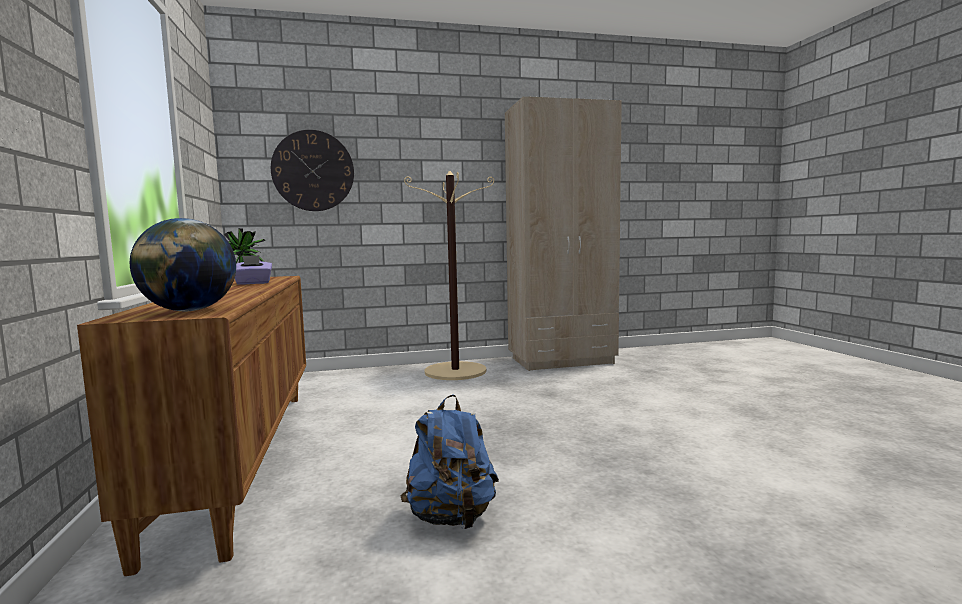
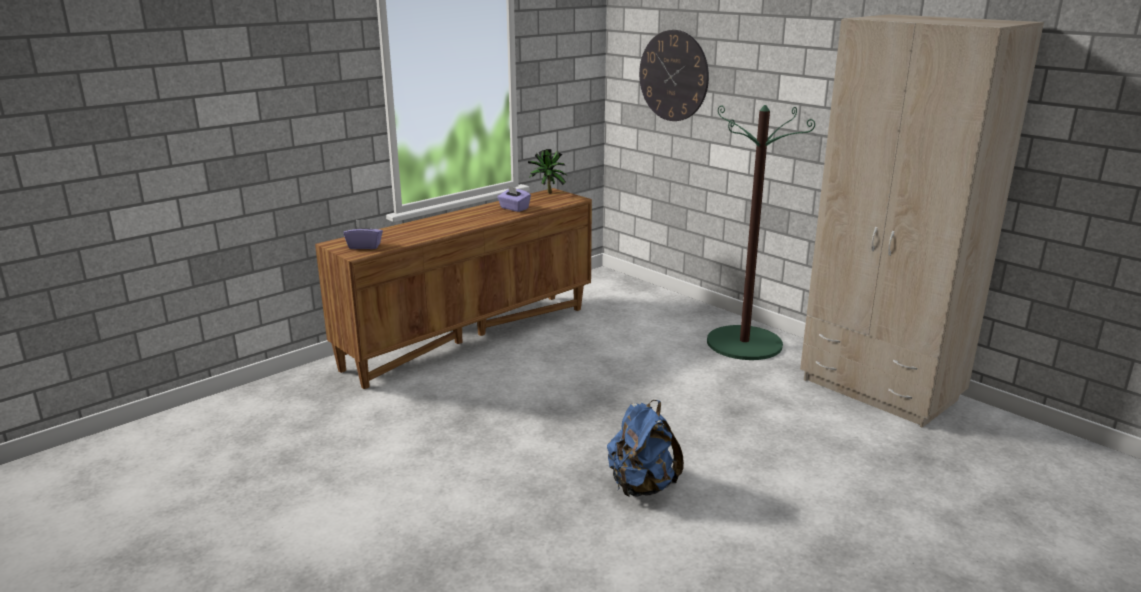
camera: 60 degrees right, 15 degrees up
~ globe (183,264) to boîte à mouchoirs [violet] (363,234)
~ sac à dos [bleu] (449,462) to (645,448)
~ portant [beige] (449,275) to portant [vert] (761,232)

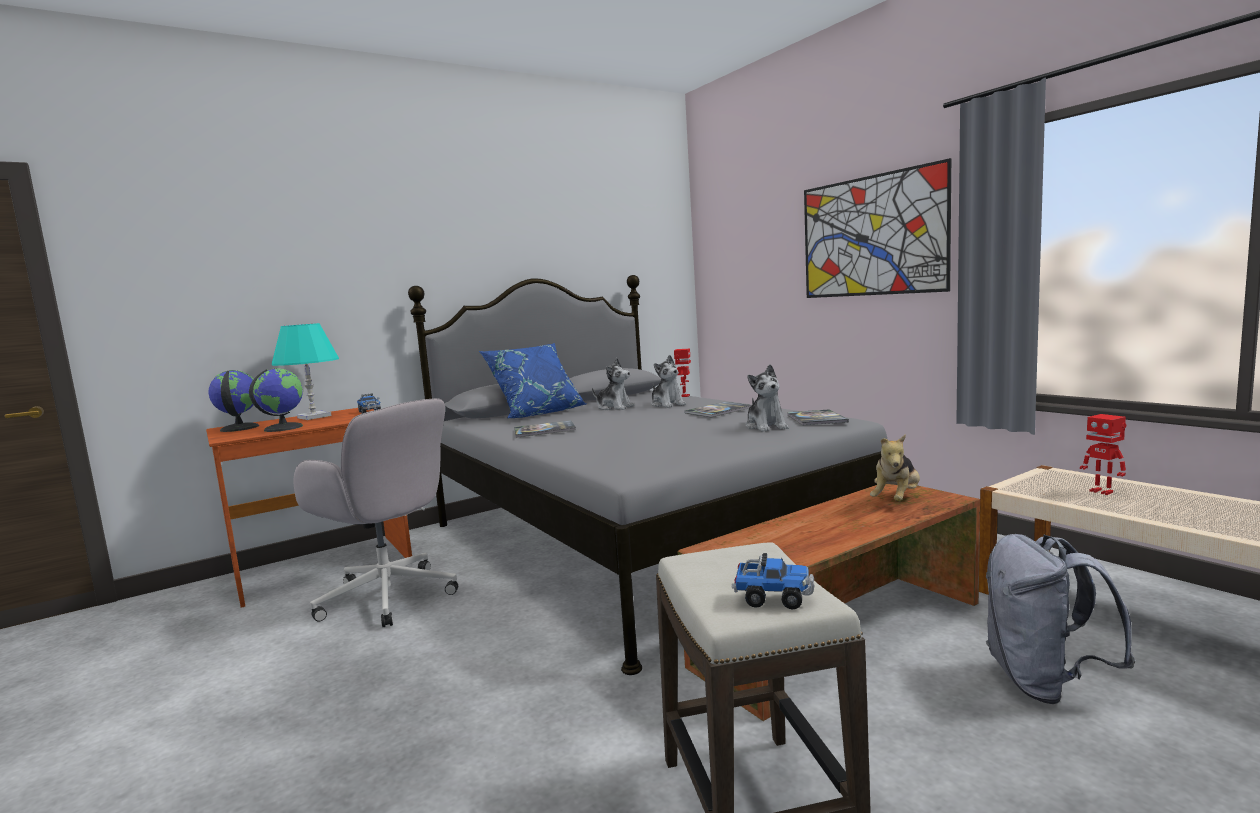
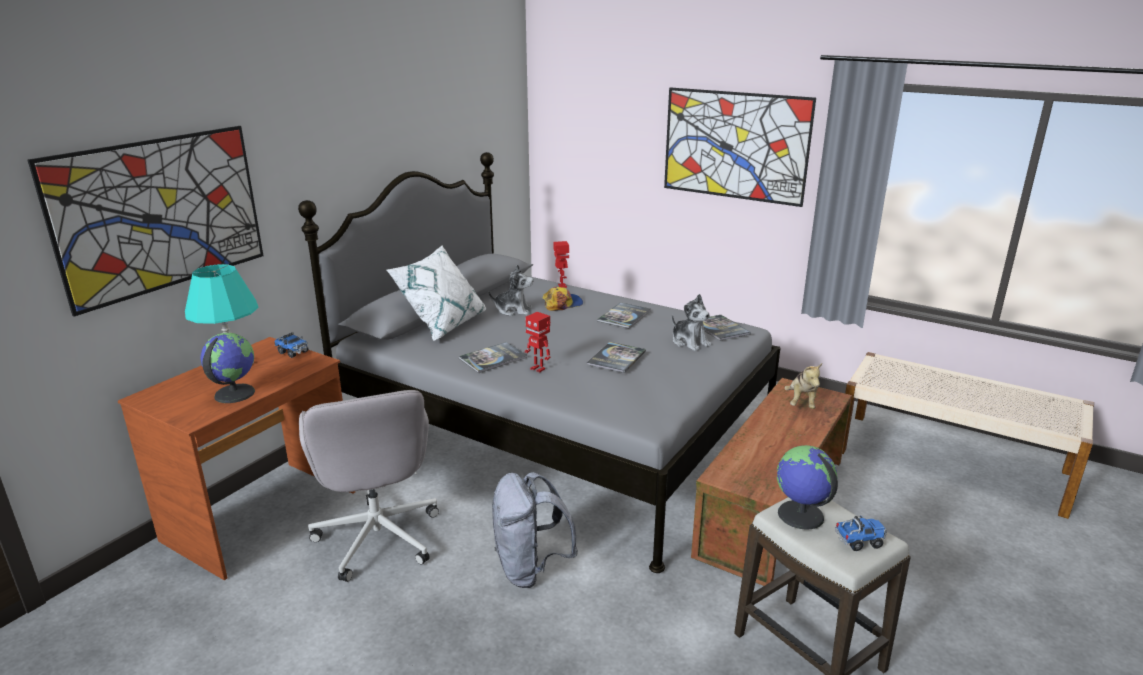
camera: 25 degrees left, 15 degrees up
+ tableau (145,221)
~ chaise de bureau [gris] (376,512) = (369,486) 60 degrees clockwise
~ coussin [bleu] (532,380) to coussin [blanc] (436,293)
~ sac à dos [gris] (1060,619) to (535,530)
~ robot jouet (1103,454) to (537,342)
~ peluche (668,381) to casquette (563,299)
+ livre (616,357)
~ globe (233,401) to (807,487)

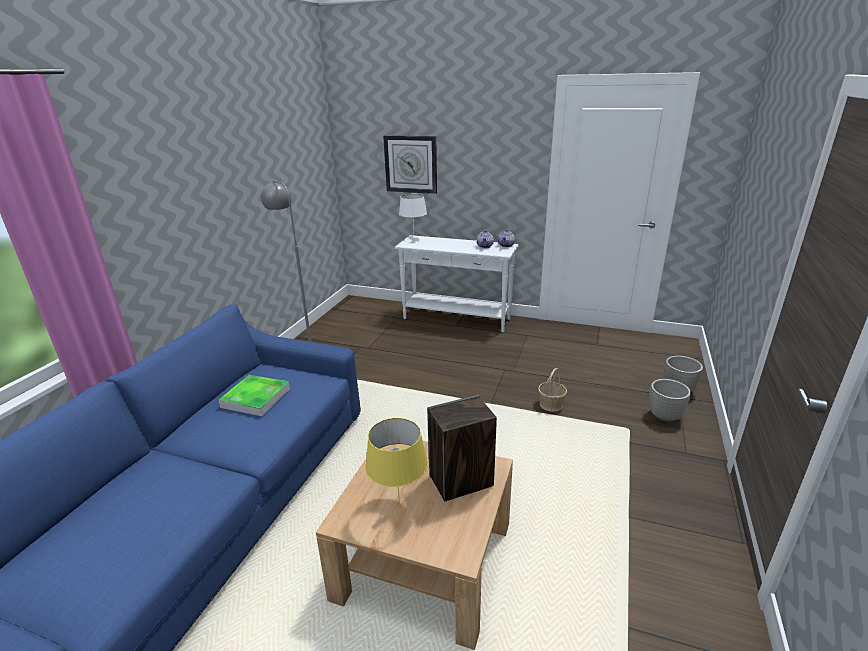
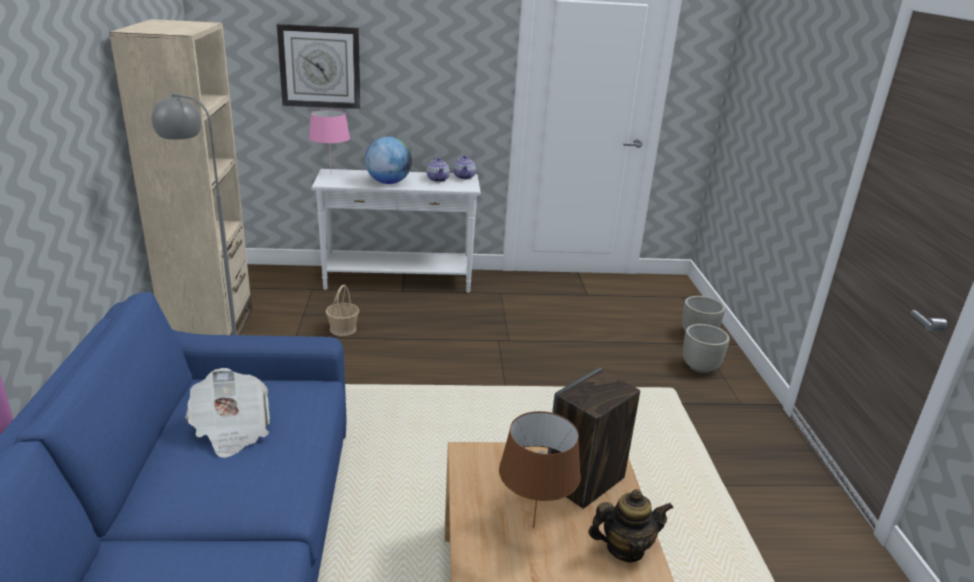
camera: 25 degrees left, 0 degrees up
+ bibliothèque [beige] (180,177)
~ plateau (254,395) to journal (228,413)
~ lampe de table [blanc] (413,213) to lampe de table [rose] (329,139)
~ panier (552,390) to (342,310)
+ globe (388,160)
~ lampe de table [jaune] (396,462) to lampe de table [marron] (540,469)
+ théière (630,525)

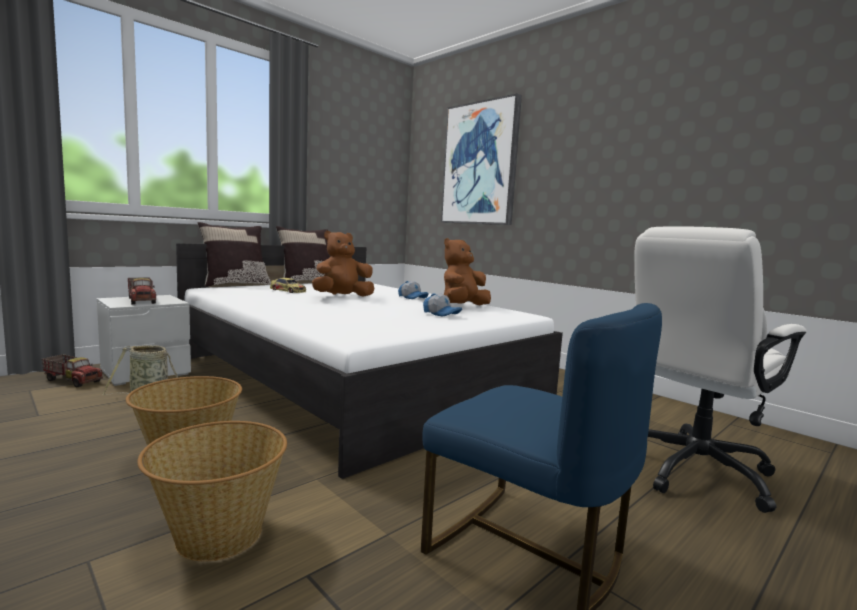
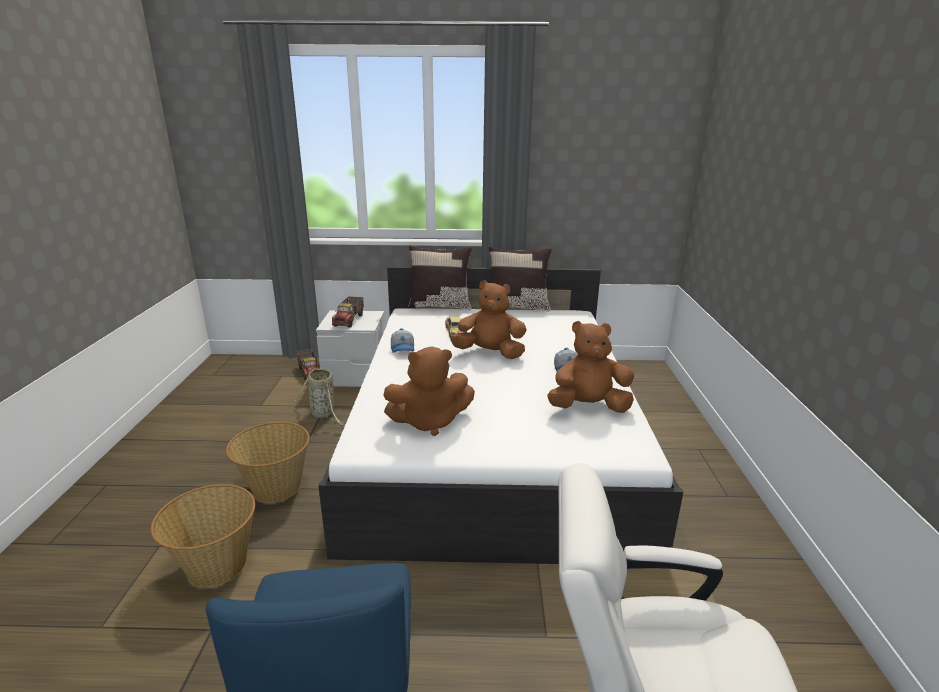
camera: 45 degrees right, 15 degrees up
+ peluche [marron] (429,391)
~ casquette (442,304) to (402,340)
- tableau (481,159)

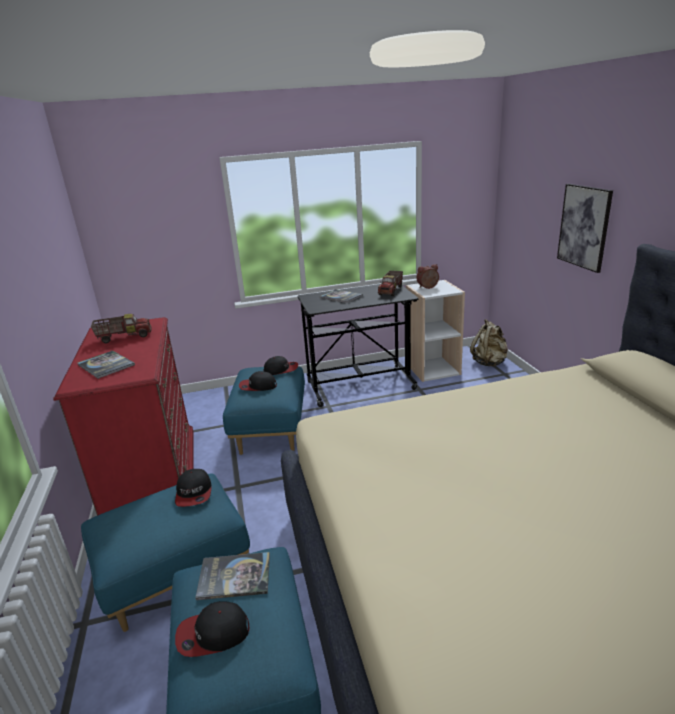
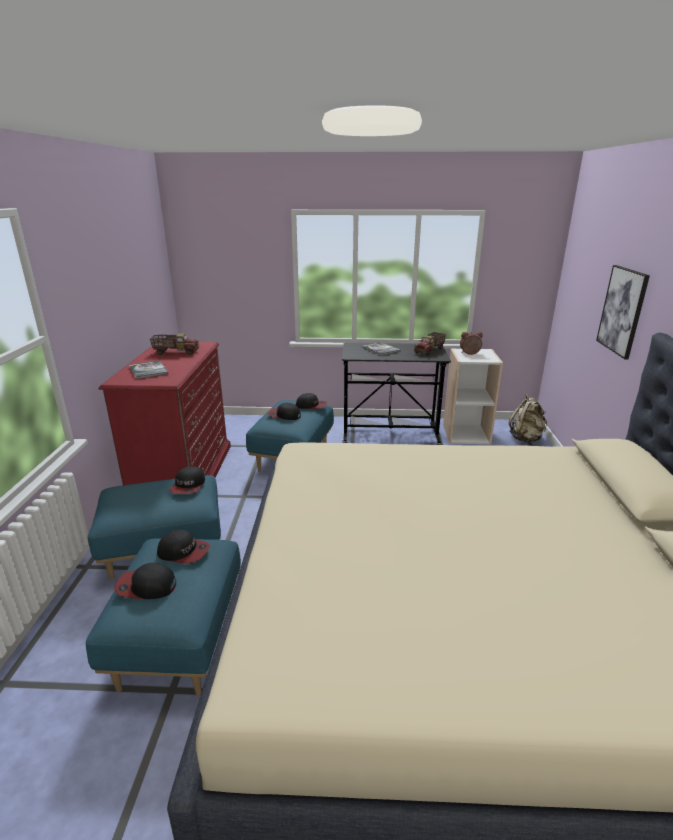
camera: 15 degrees right, 0 degrees up
~ livre (232,576) to casquette (183,546)

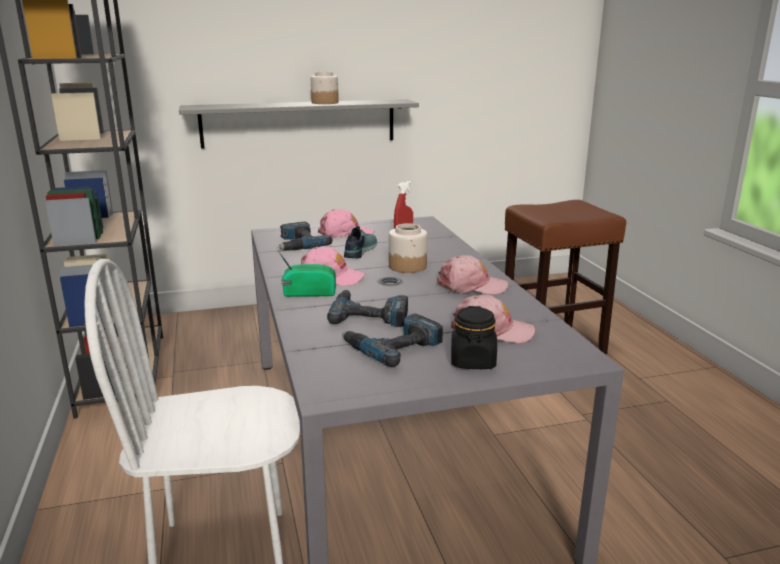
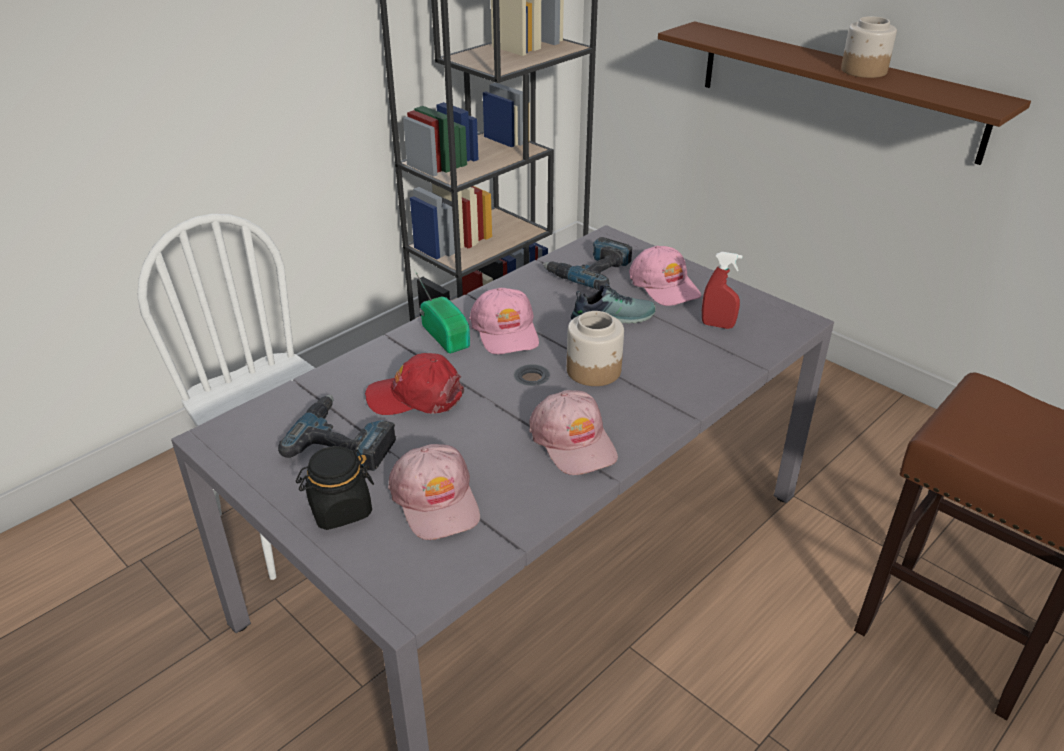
camera: 60 degrees right, 15 degrees up
~ perceuse (367,308) to casquette [rouge] (414,384)
~ étagère [gris] (299,124) to étagère [marron] (844,93)

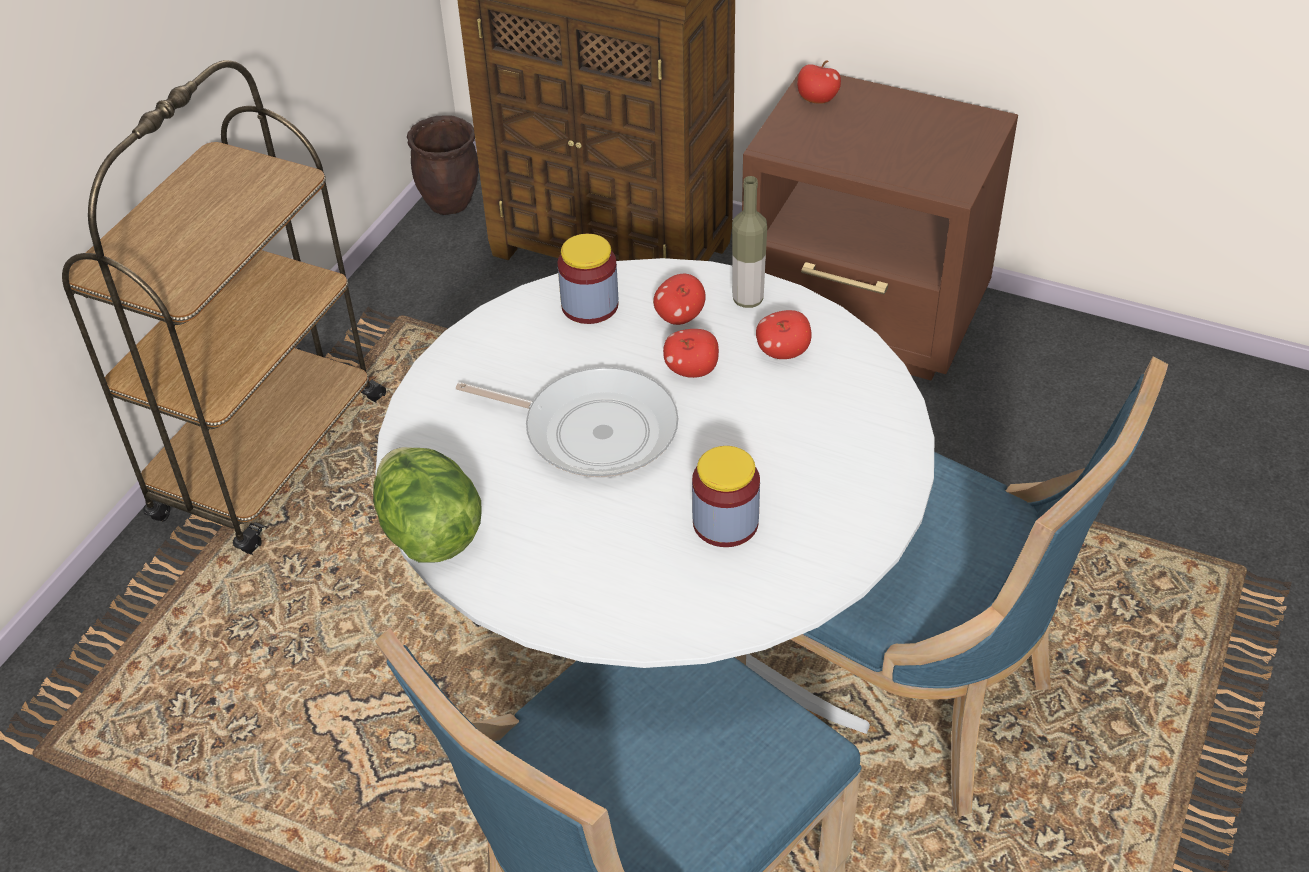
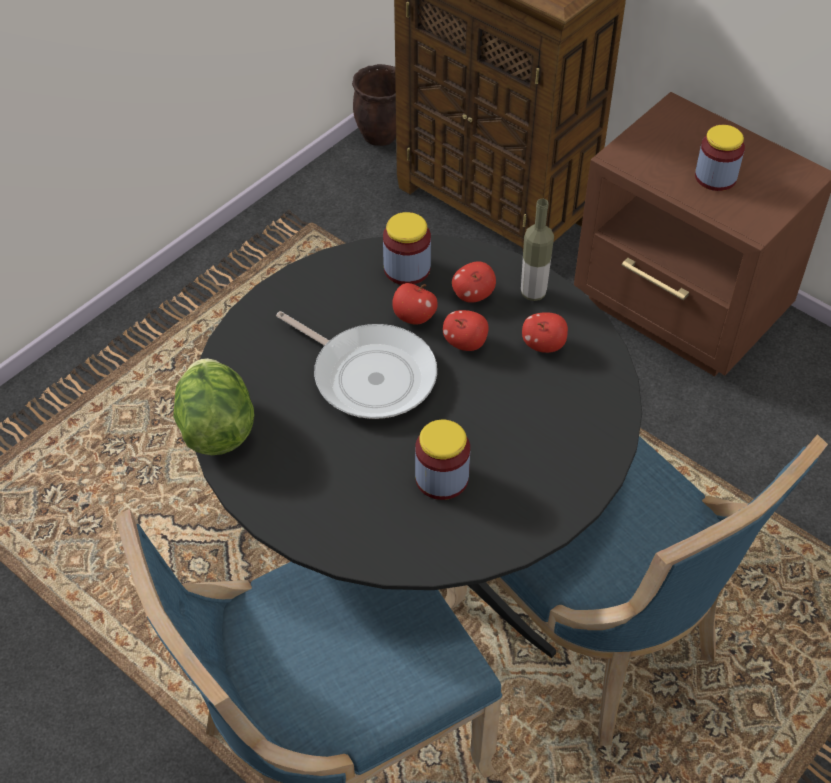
camera: 15 degrees right, 5 degrees up
~ table à manger [blanc] (654,496) to table à manger [noir] (418,446)
~ pomme (819,82) to (415,304)
+ bocal (720,158)
- chariot [marron] (224,307)

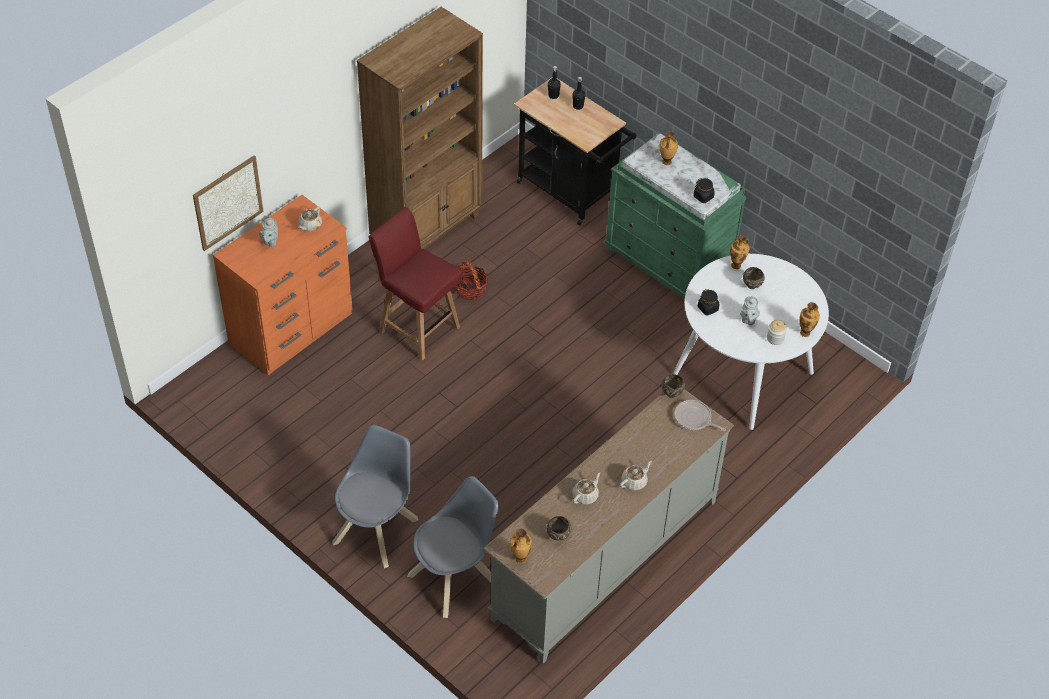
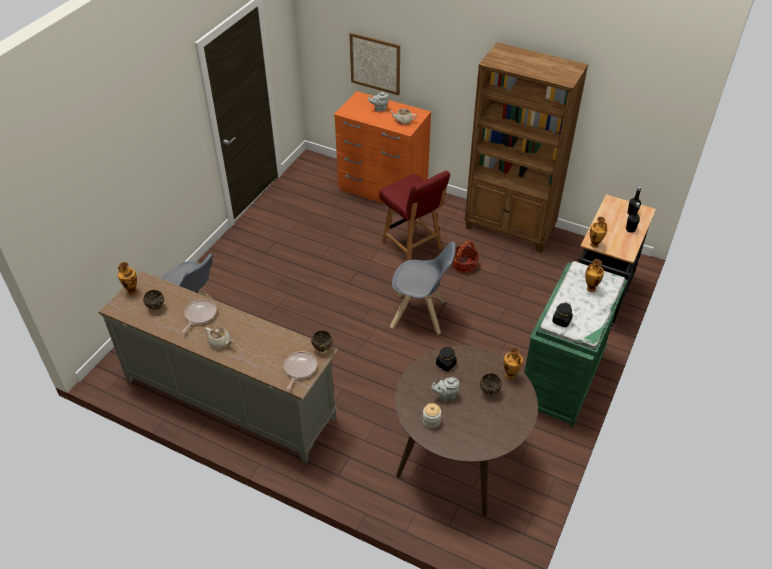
camera: 75 degrees right, 5 degrees down
~ théière [beige] (586,489) to poêle (199,316)
~ chaise [rouge] (416,284) = (414,216) 120 degrees clockwise
~ chaise [gris] (375,496) to (423,288)
~ table à manger [blanc] (751,342) to table à manger [marron] (466,431)
~ vase (809,319) to (598,232)

